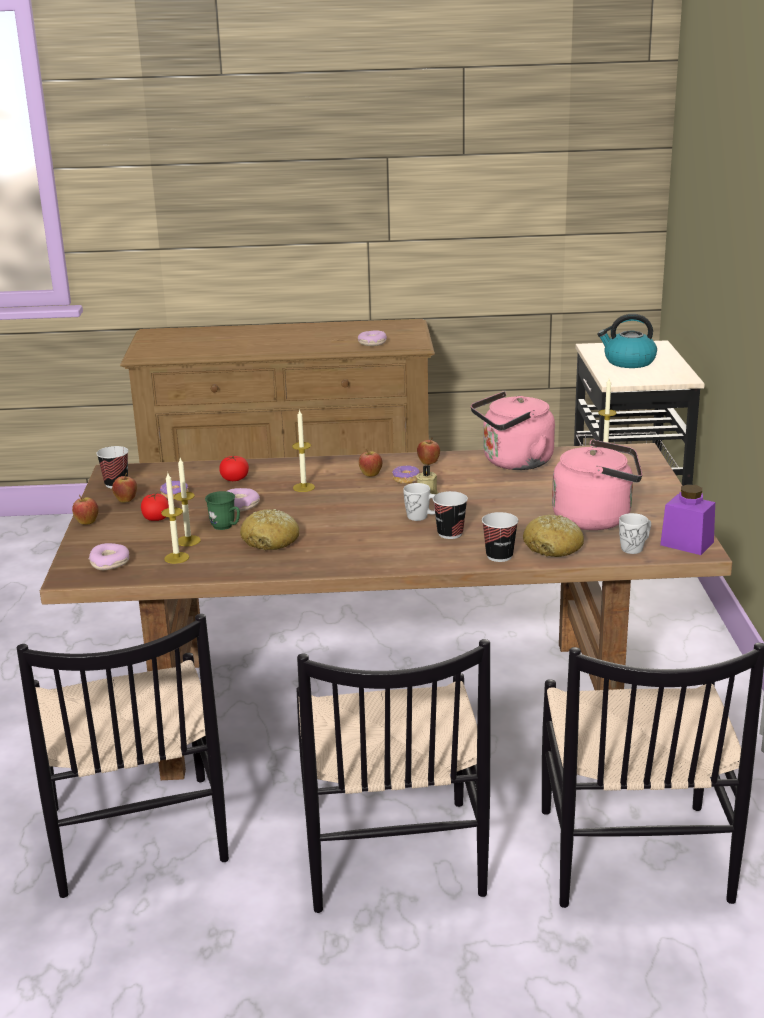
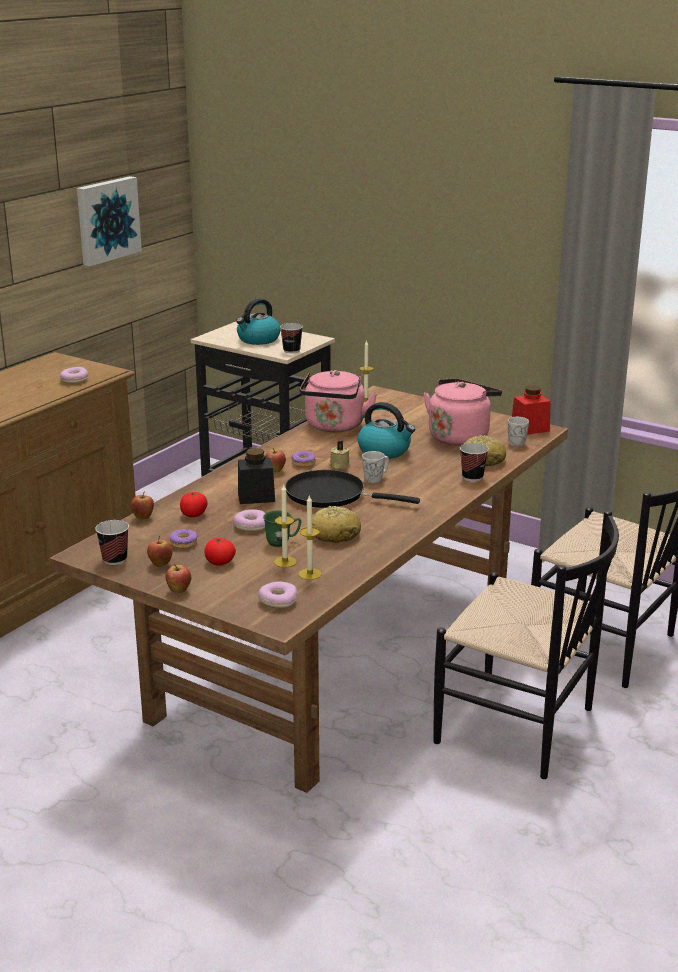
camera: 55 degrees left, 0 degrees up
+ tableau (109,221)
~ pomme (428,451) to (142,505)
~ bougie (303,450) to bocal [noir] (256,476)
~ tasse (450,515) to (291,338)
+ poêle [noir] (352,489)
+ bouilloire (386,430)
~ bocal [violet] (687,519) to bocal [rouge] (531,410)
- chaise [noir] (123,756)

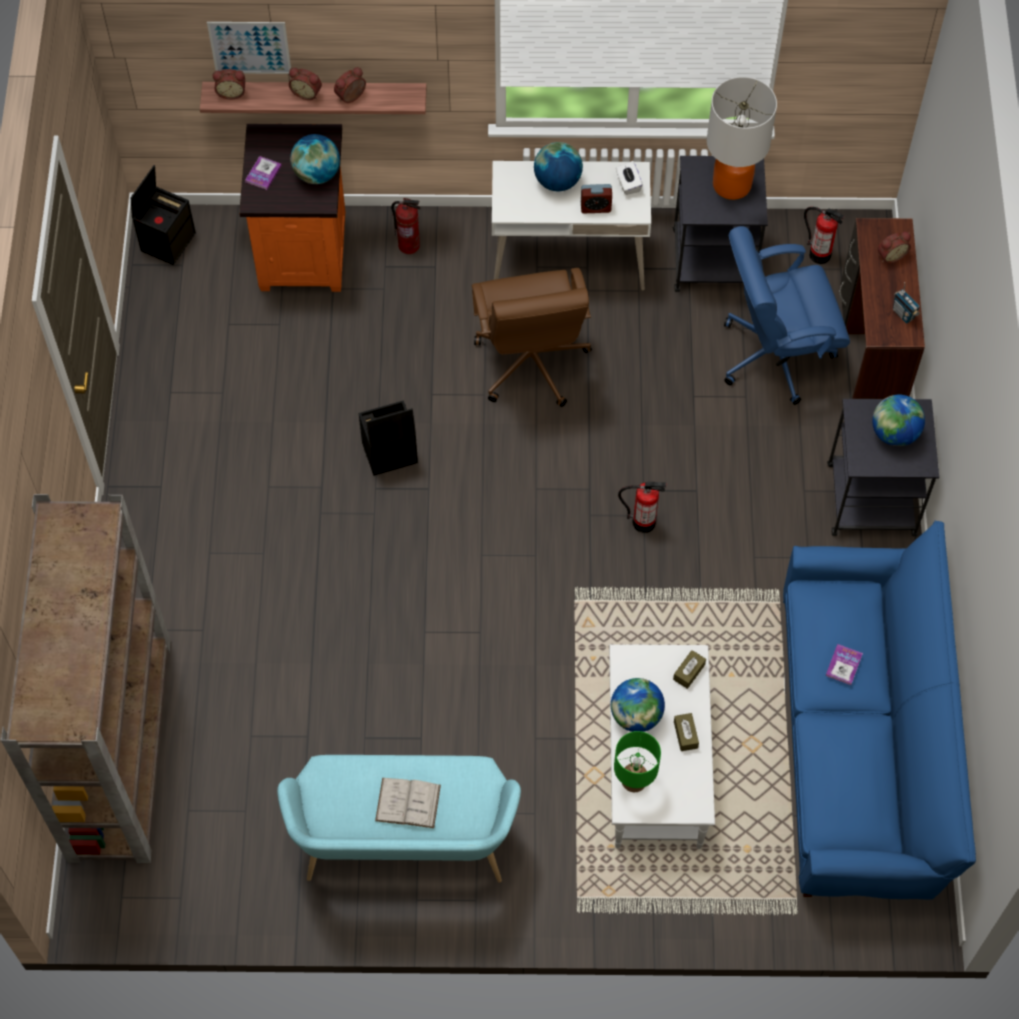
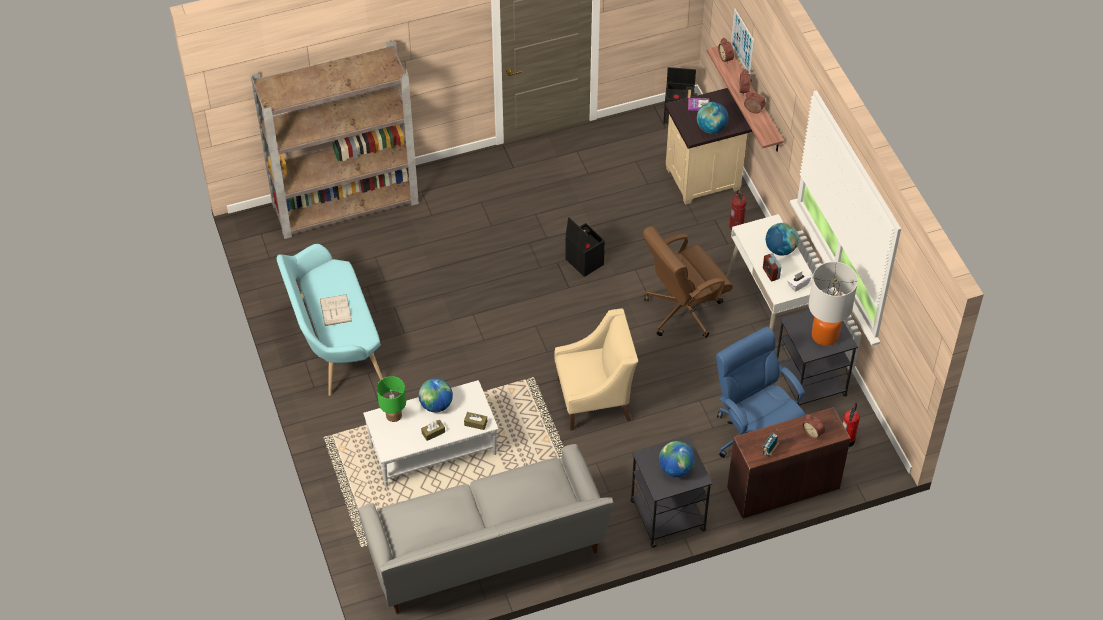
camera: 70 degrees right, 10 degrees down
~ canapé [bleu] (879,710) to canapé [gris] (486,529)
~ extincteur (642,507) to fauteuil [beige] (596,370)
~ meuble de rangement [orange] (292,208) to meuble de rangement [beige] (709,146)
- livre (844,664)

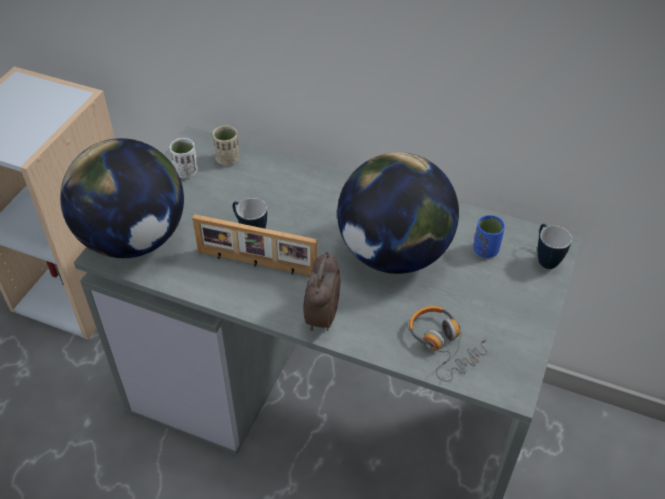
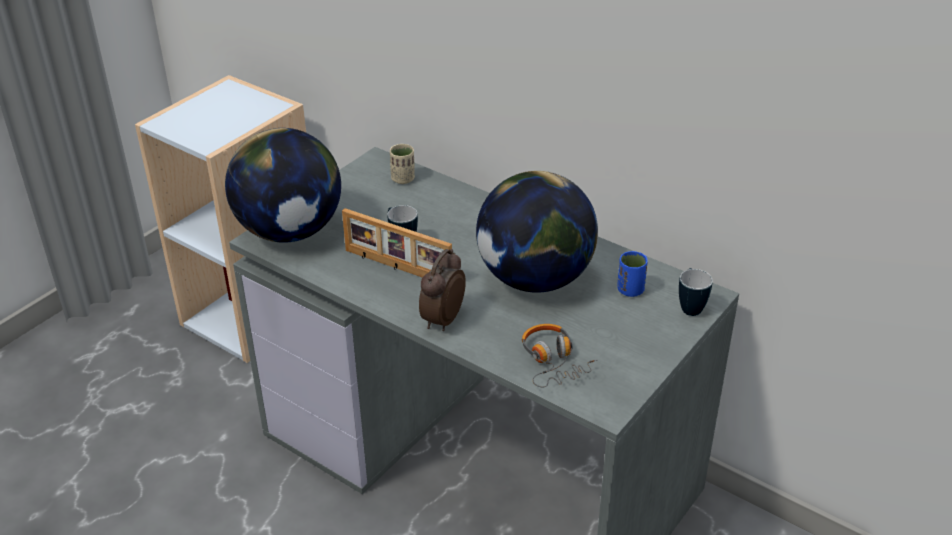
camera: 15 degrees right, 10 degrees down
- tasse [blanc] (184,158)

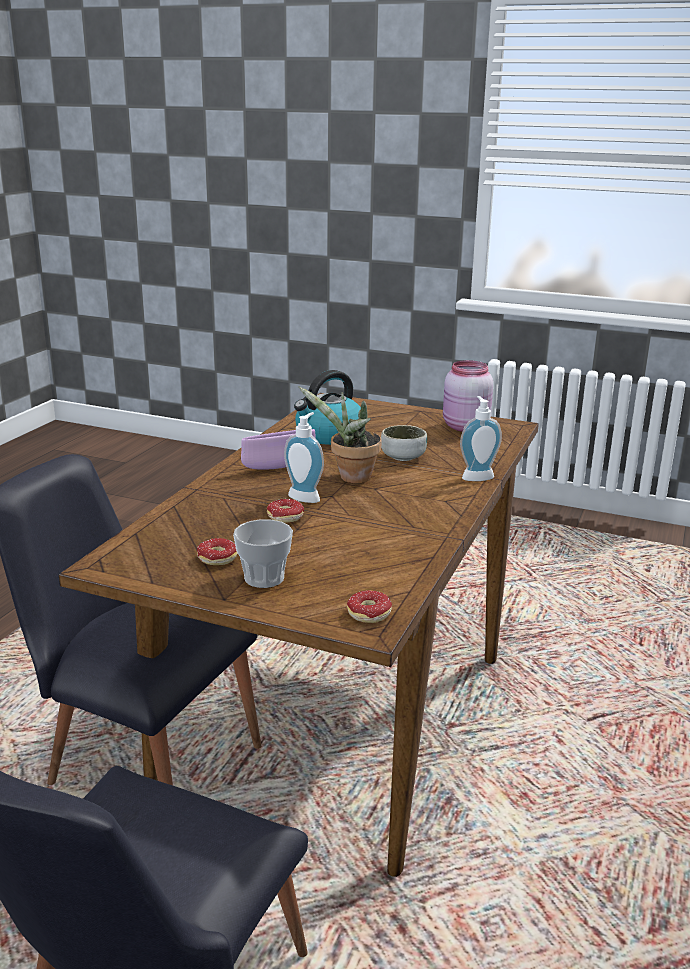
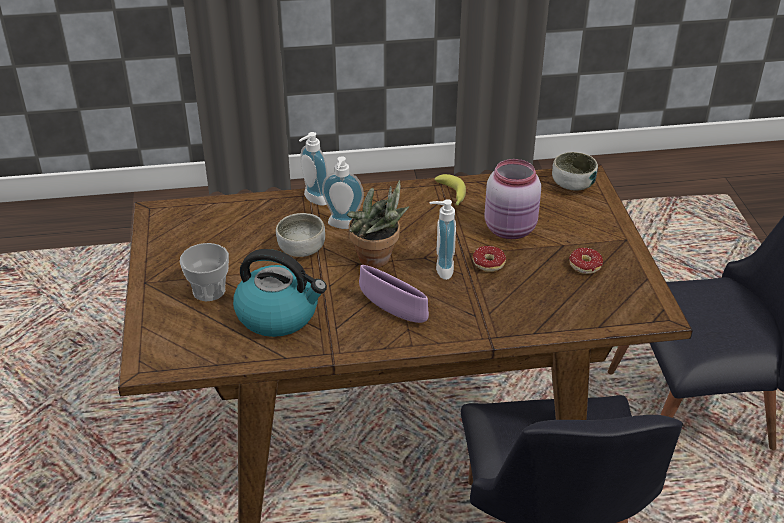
camera: 120 degrees left, 15 degrees up
~ tasse (263,553) to (204,272)
+ distributeur de savon (343,192)
+ banane (450,190)
~ bocal [rose] (468,396) to (512,199)
~ beignet (361,604) to bol (575,171)

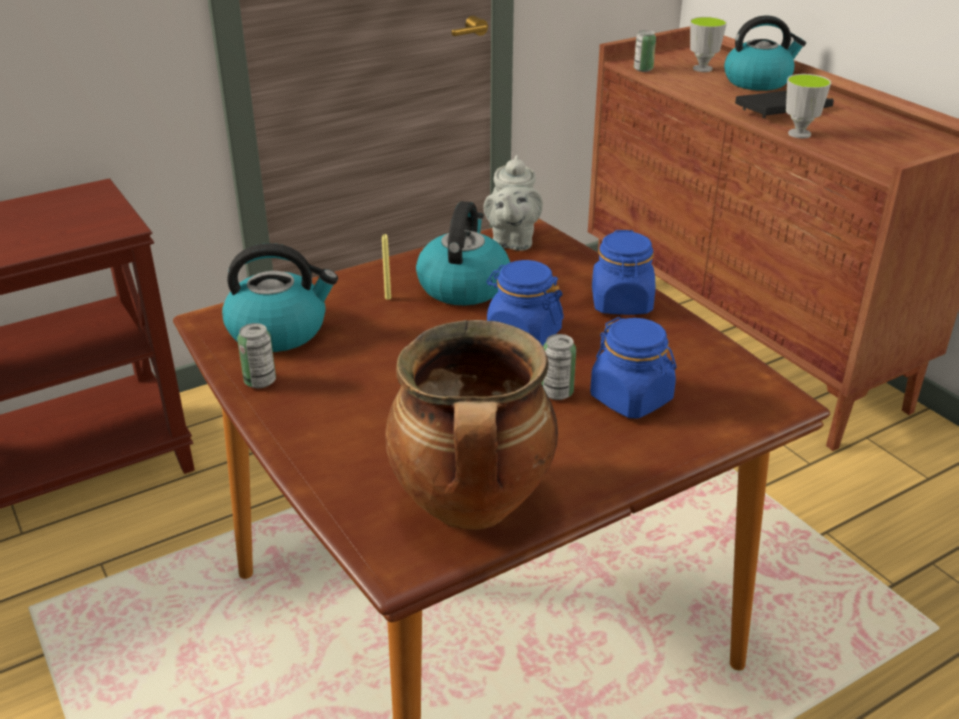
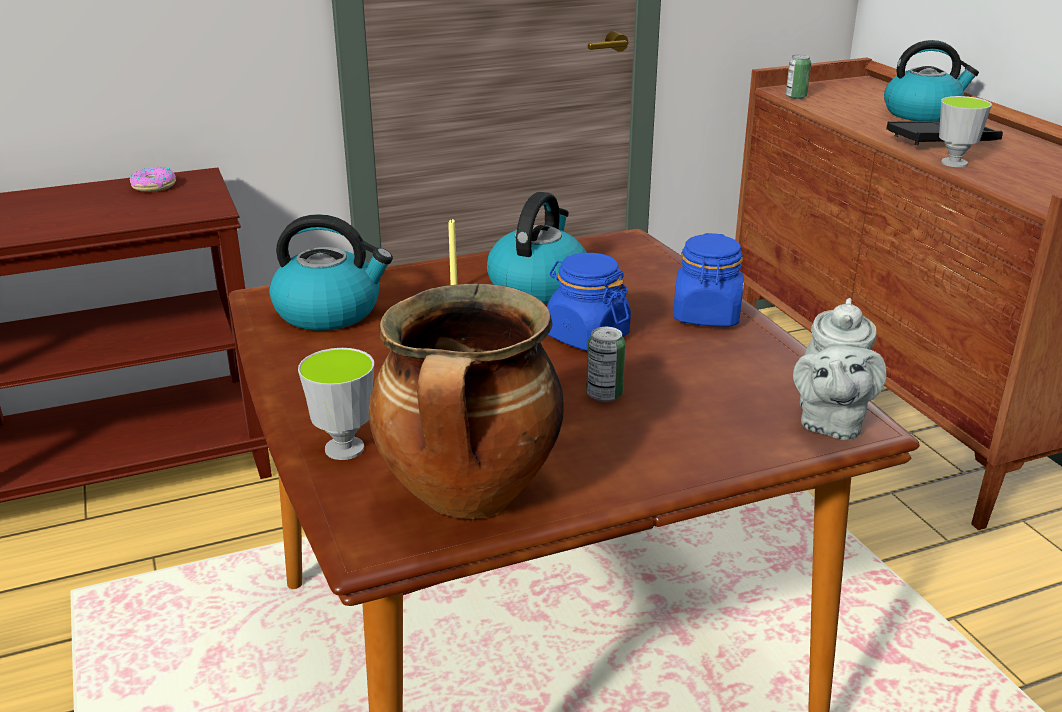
camera: 10 degrees right, 5 degrees down
+ beignet (153,179)
~ tasse (708,44) to (336,404)
~ théière [gris] (513,203) to (840,369)
- boîte métallique (256,355)
- bocal [bleu] (633,368)

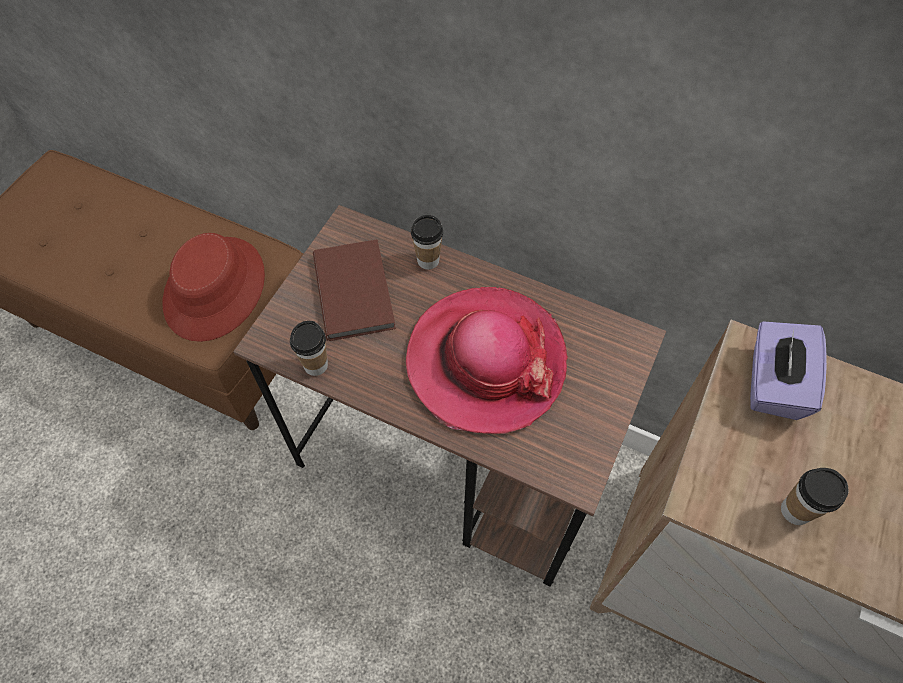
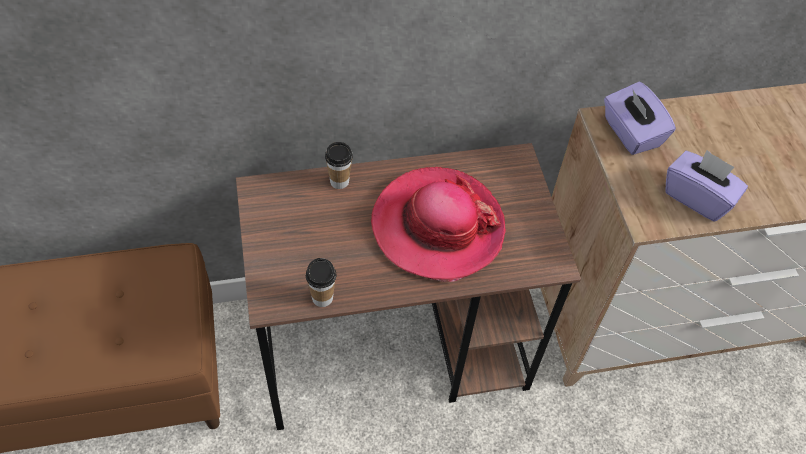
camera: 40 degrees left, 5 degrees down
~ tasse (814,496) to boîte à mouchoirs [violet] (707,185)
- chapeau [rouge] (214,287)
- livre [marron] (354,290)

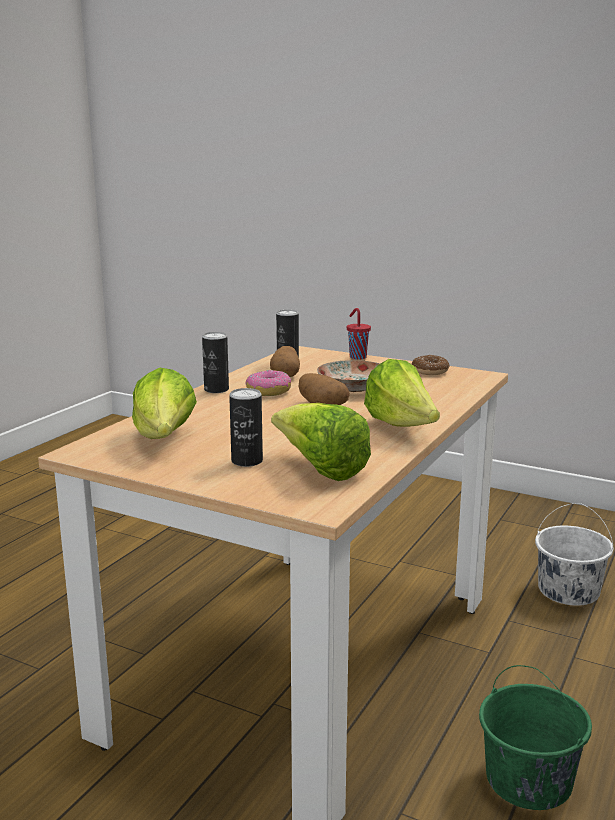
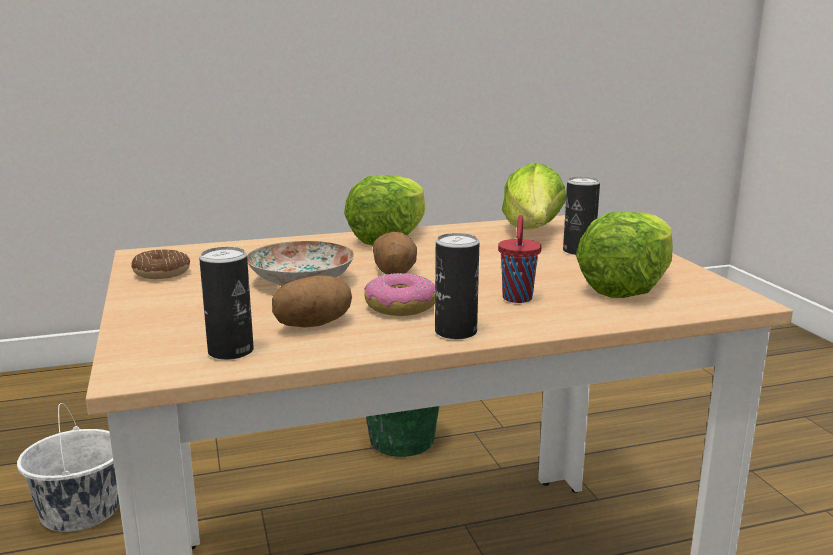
camera: 135 degrees left, 0 degrees up
~ tasse [rouge] (359,334) to (520,259)

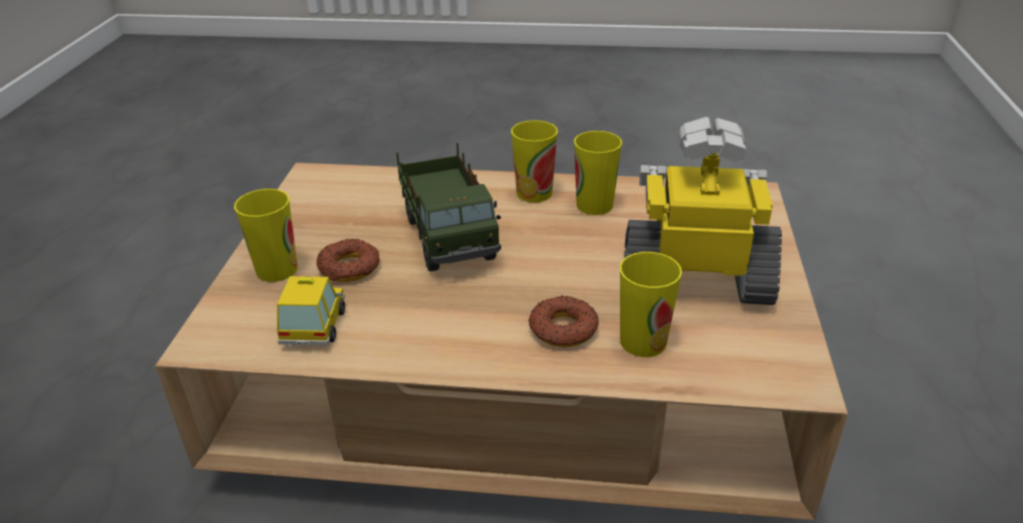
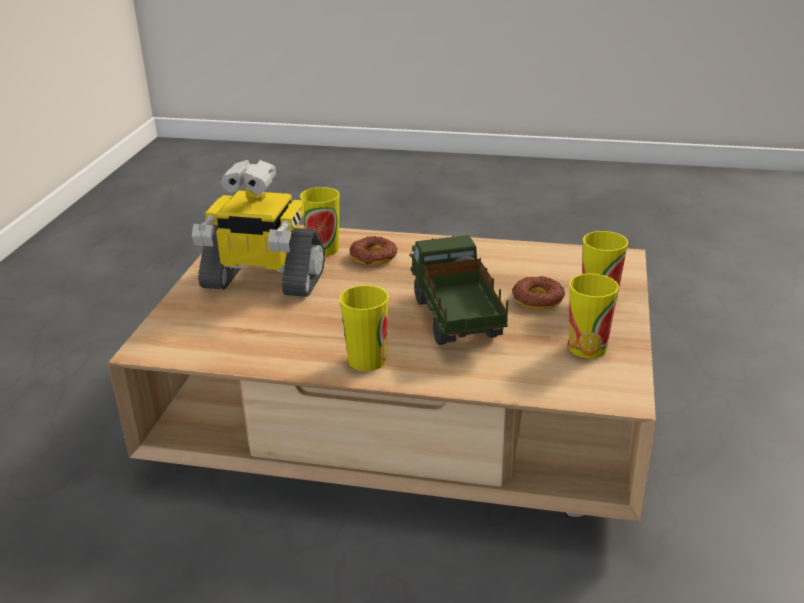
camera: 175 degrees left, 5 degrees down
~ tasse (598,173) to (594,316)
- petite voiture (311,311)

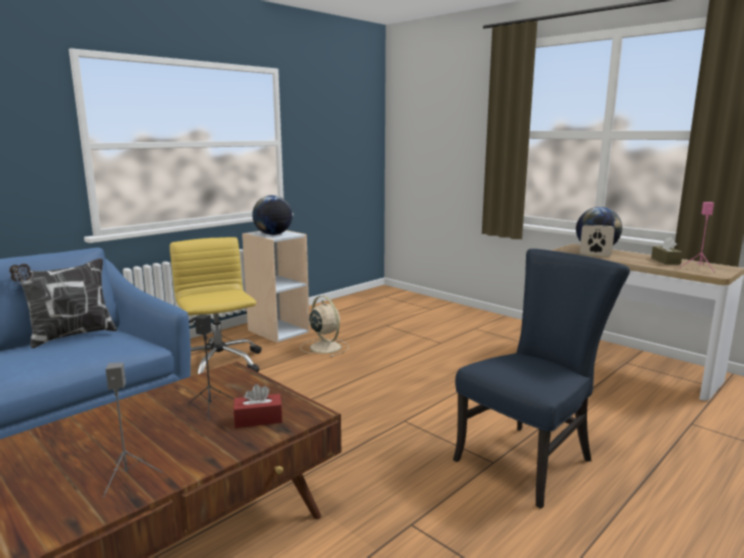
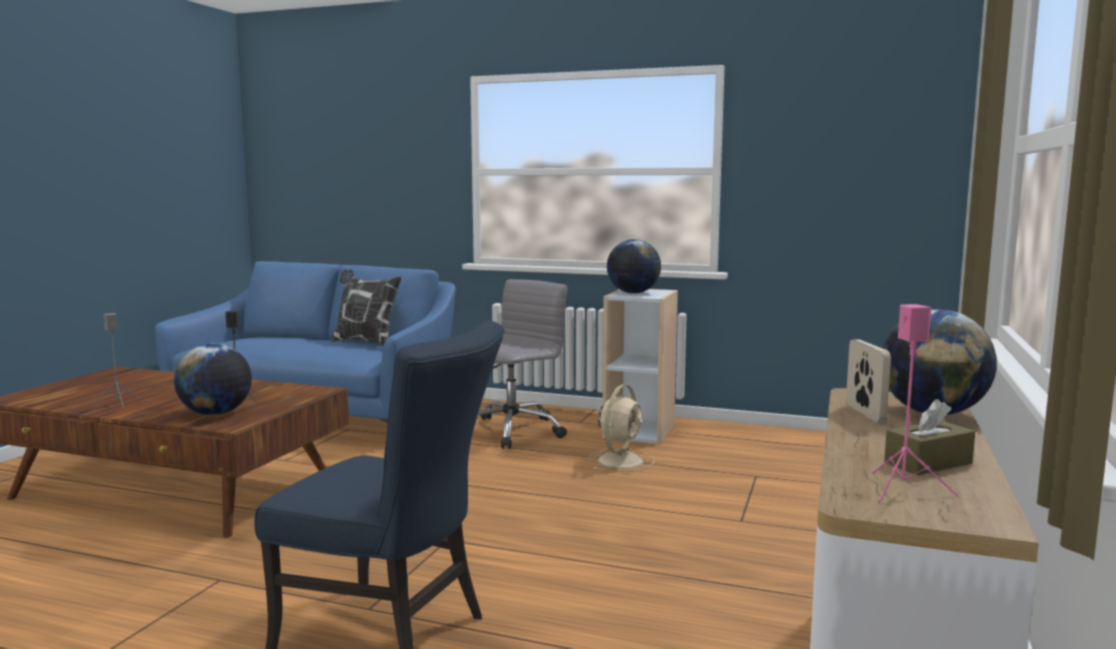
camera: 65 degrees right, 5 degrees down
~ boîte à mouchoirs [rouge] (257,406) to globe (213,379)
~ chaise de bureau [jaune] (216,305) to chaise de bureau [gris] (523,364)

